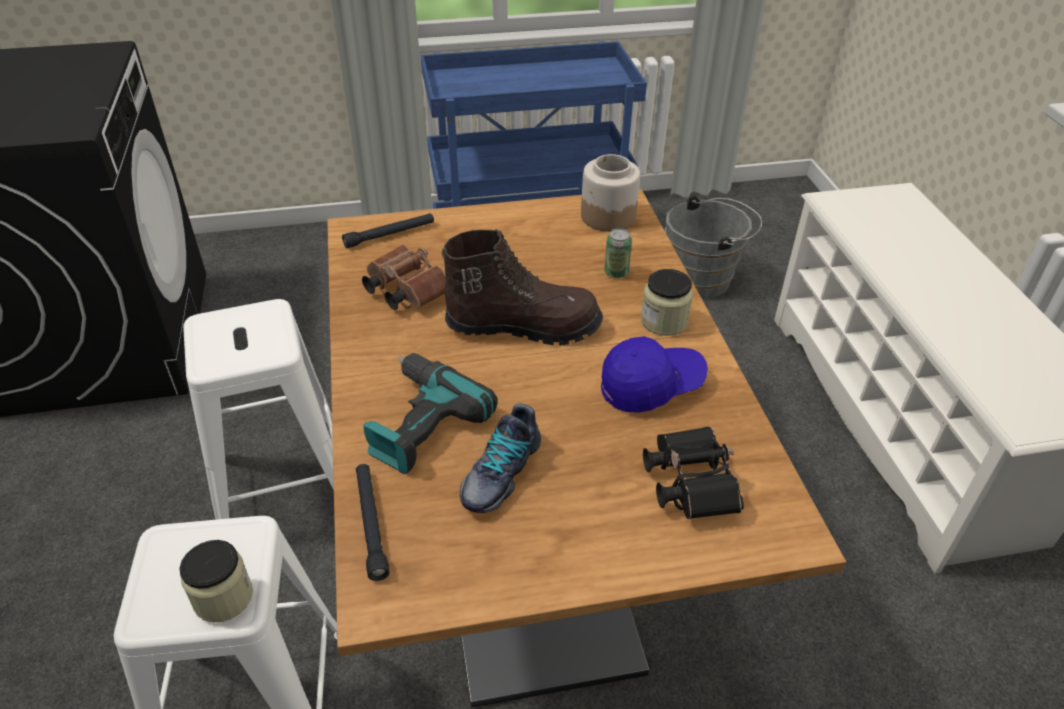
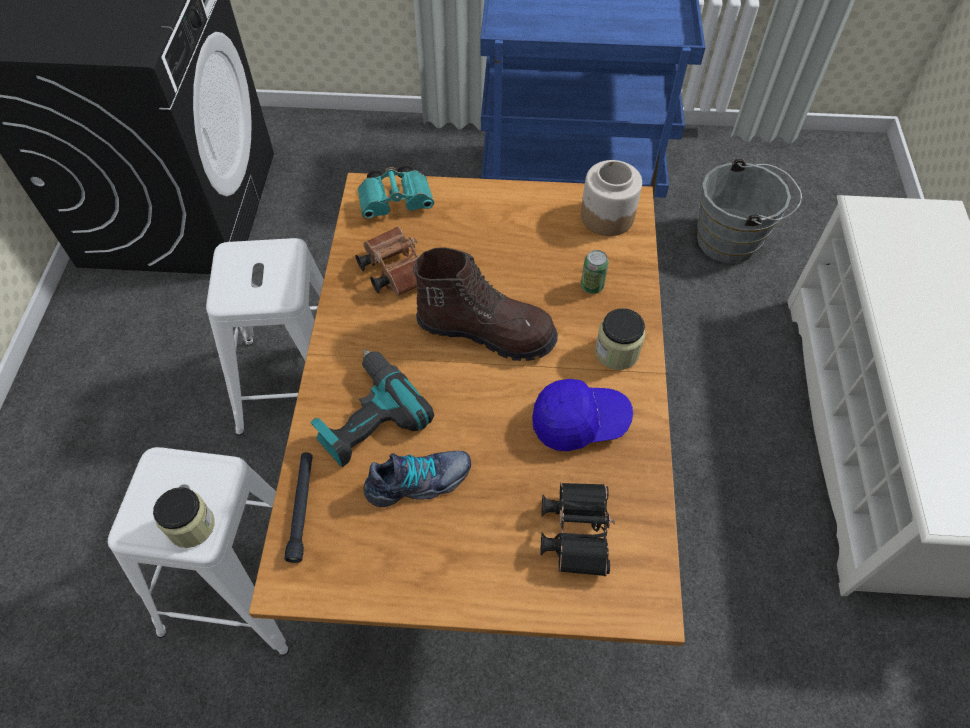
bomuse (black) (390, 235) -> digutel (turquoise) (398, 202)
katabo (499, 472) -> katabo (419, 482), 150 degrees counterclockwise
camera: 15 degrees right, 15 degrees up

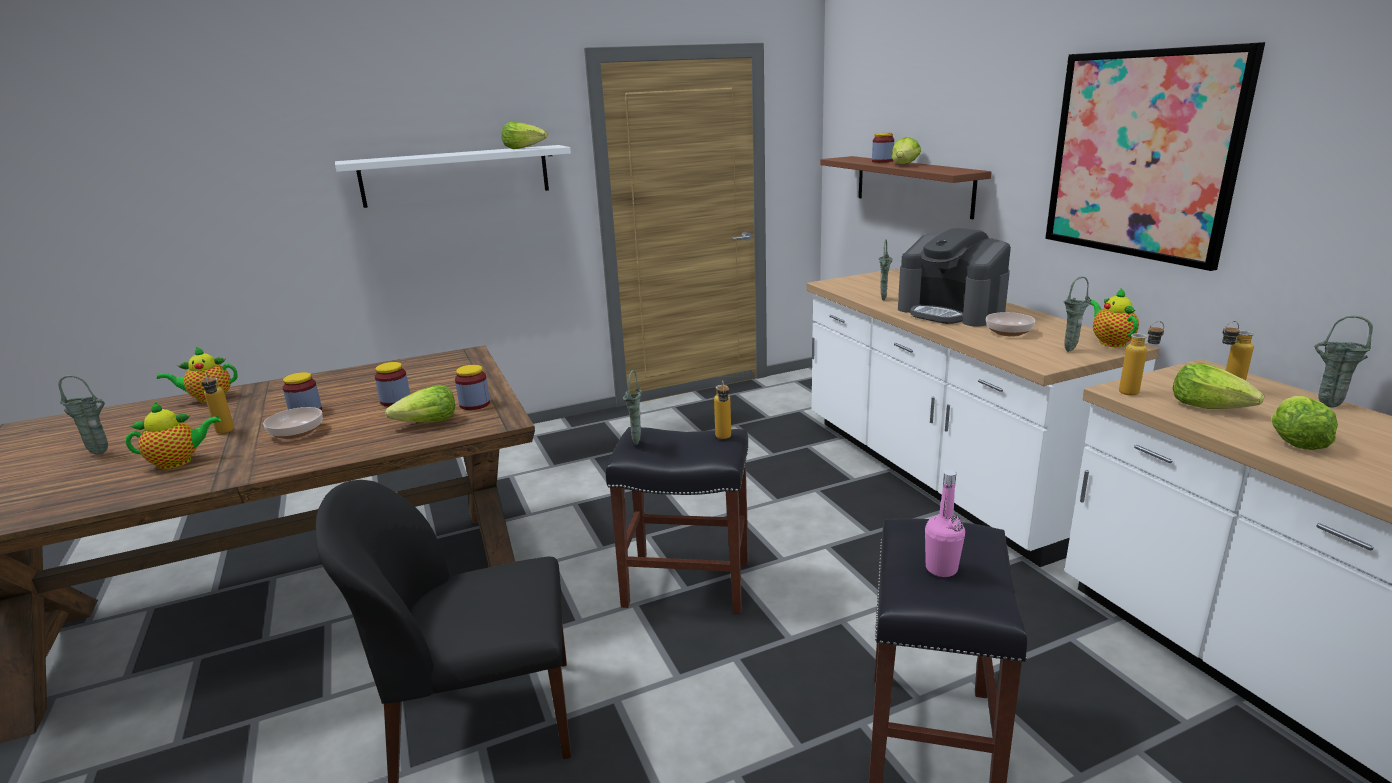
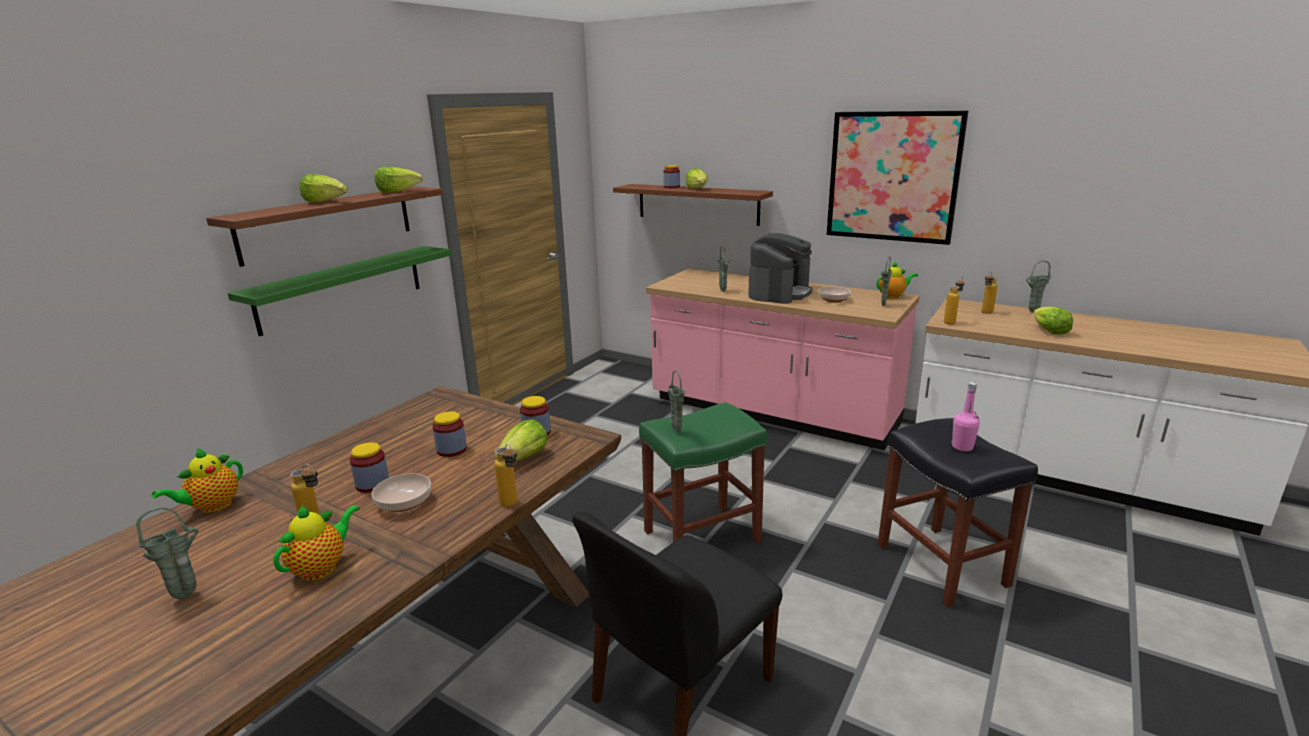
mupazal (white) (456, 175) -> mupazal (brown) (328, 223)
none -> mupazal (green) (342, 288)
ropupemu (1209, 407) -> ropupemu (326, 202), relocated
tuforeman (724, 439) -> tuforeman (512, 506), relocated
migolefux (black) (689, 583) -> migolefux (green) (702, 535)
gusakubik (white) (939, 475) -> gusakubik (pink) (772, 412)
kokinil (951, 312) -> kokinil (779, 292), 75 degrees counterclockwise
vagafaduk (1110, 342) -> vagafaduk (893, 296), 120 degrees clockwise
camera: 35 degrees left, 0 degrees up

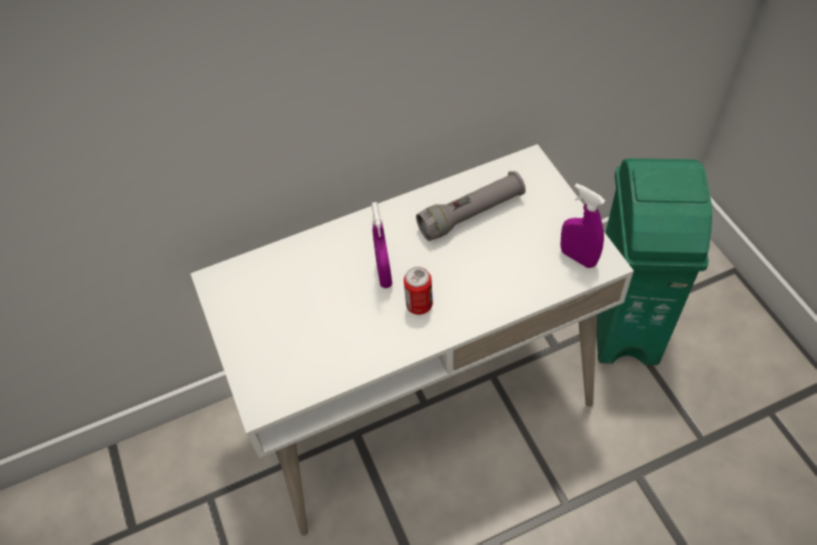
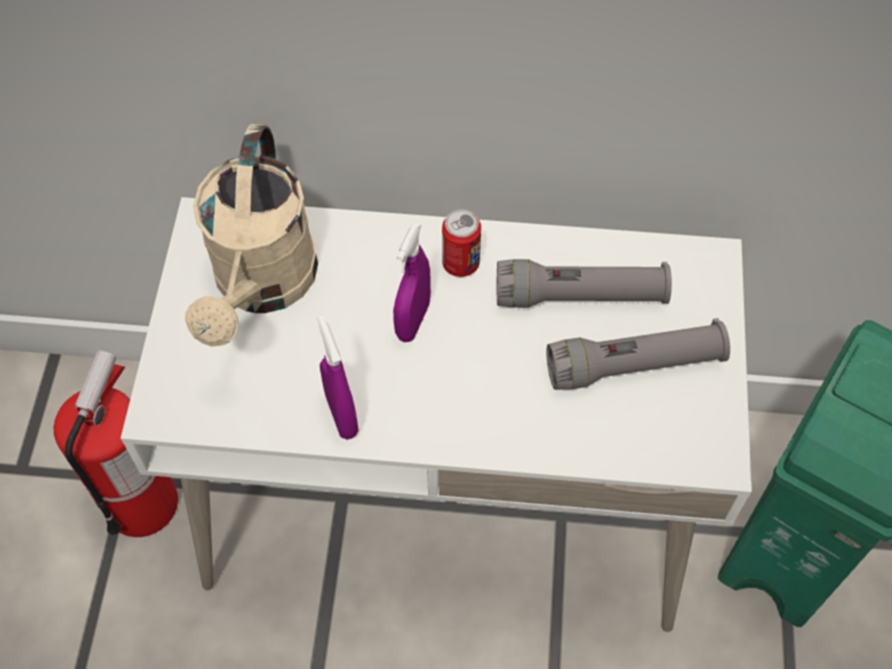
none -> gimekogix (142, 502)
none -> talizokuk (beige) (262, 287)
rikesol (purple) (577, 257) -> rikesol (purple) (342, 415), relocated
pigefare (419, 305) -> pigefare (460, 263), relocated
none -> bomuse (grey) (634, 365)
camera: 25 degrees right, 5 degrees up

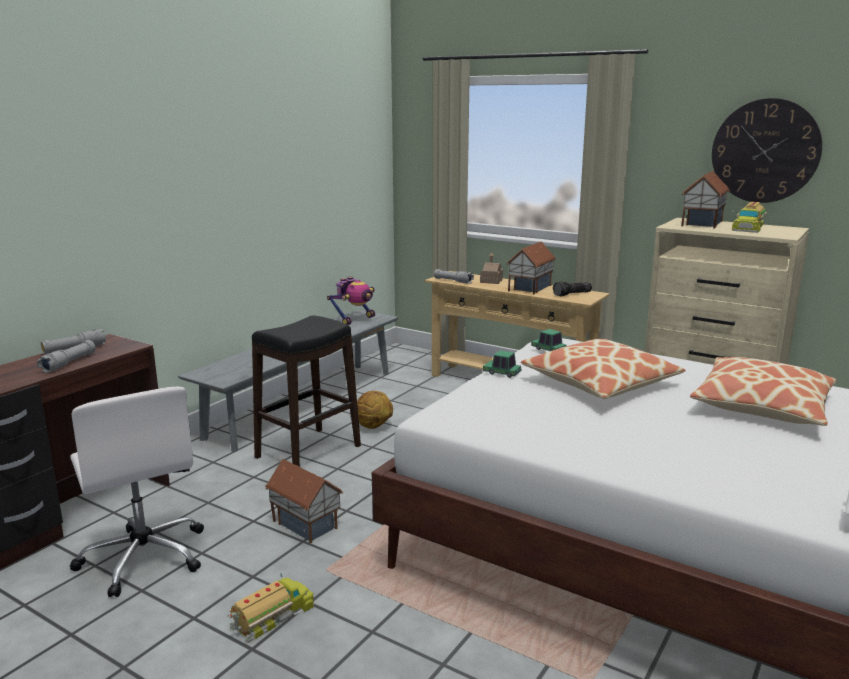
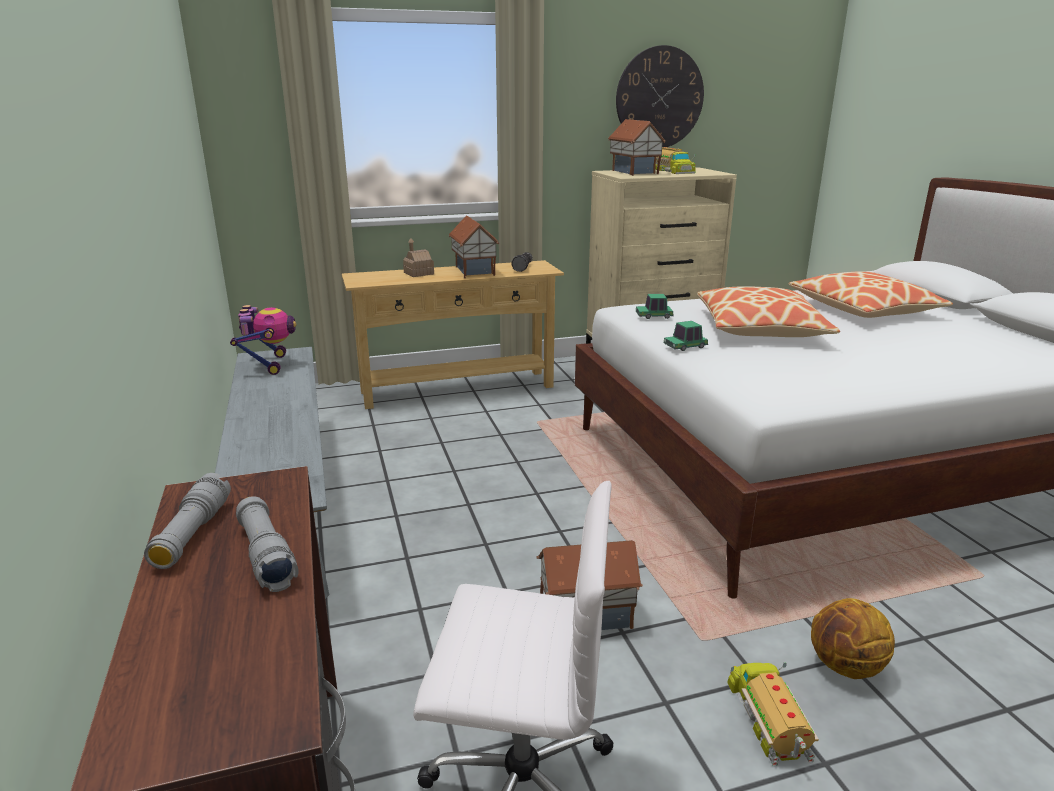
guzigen (373, 427) -> guzigen (845, 667), relocated
migolefux (black) (308, 451) -> none
bomuse (grey) (453, 281) -> none
camera: 50 degrees left, 5 degrees up

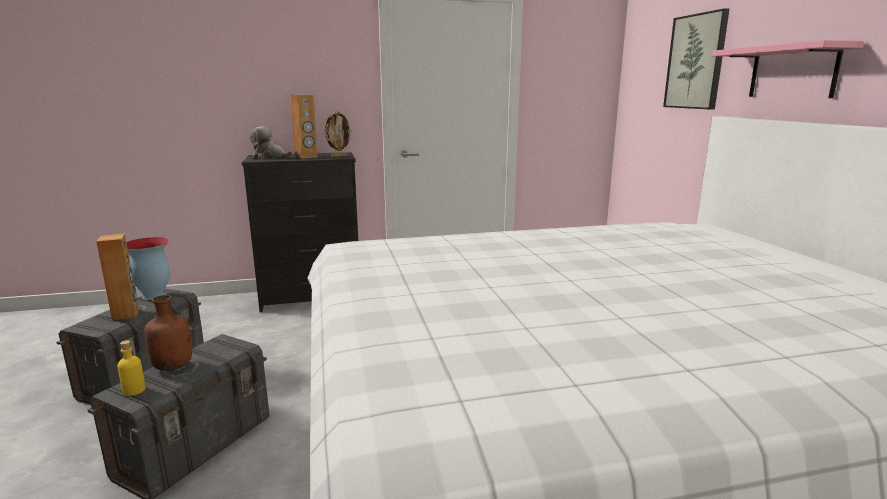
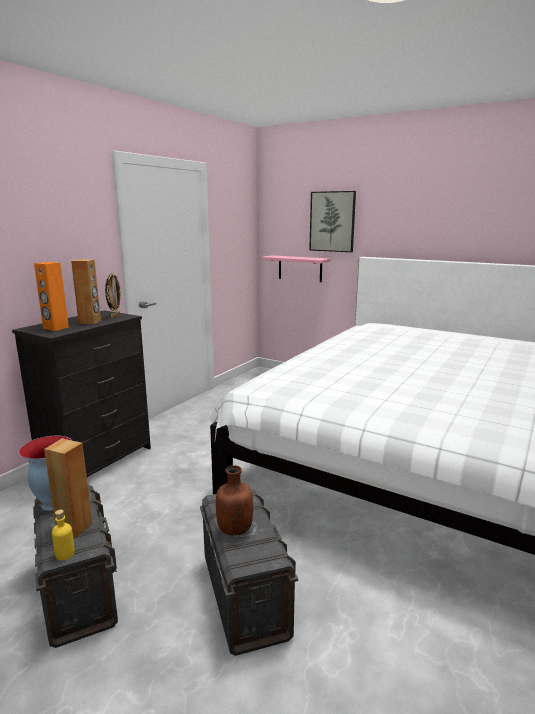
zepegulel (270, 157) -> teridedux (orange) (55, 328)
tuforeman (yellow) (134, 390) -> tuforeman (yellow) (65, 554), relocated
mupazal (pink) (792, 72) -> mupazal (pink) (300, 268), relocated
camera: 45 degrees left, 0 degrees up

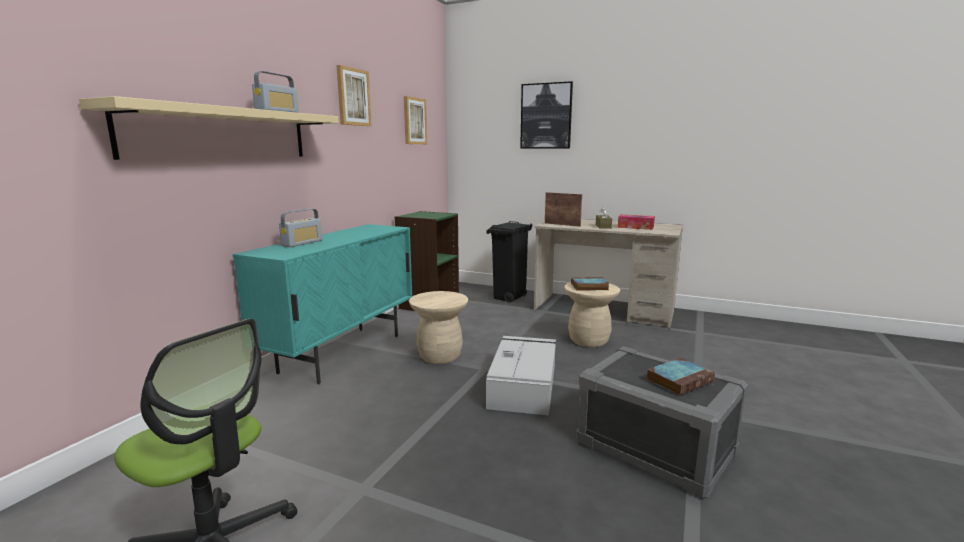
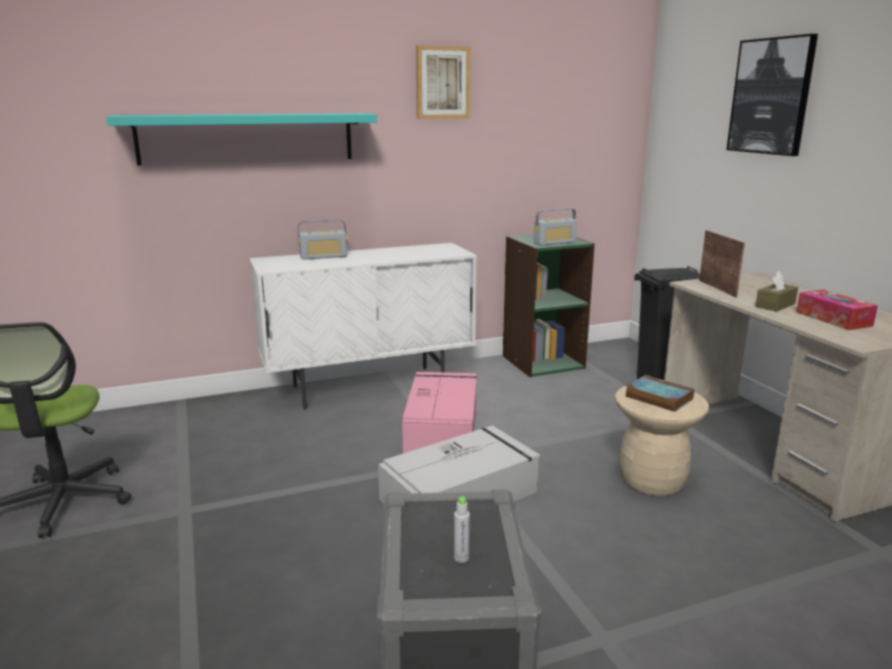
mupazal (beige) (222, 134) -> mupazal (turquoise) (247, 138)
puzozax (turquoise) (342, 353) -> puzozax (white) (369, 387)
migolefux (beige) (440, 356) -> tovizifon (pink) (442, 426)
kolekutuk (680, 380) -> tuforeman (grey) (461, 558)
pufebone (277, 112) -> pufebone (554, 243), relocated
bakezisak (414, 121) -> none
camera: 45 degrees right, 5 degrees up

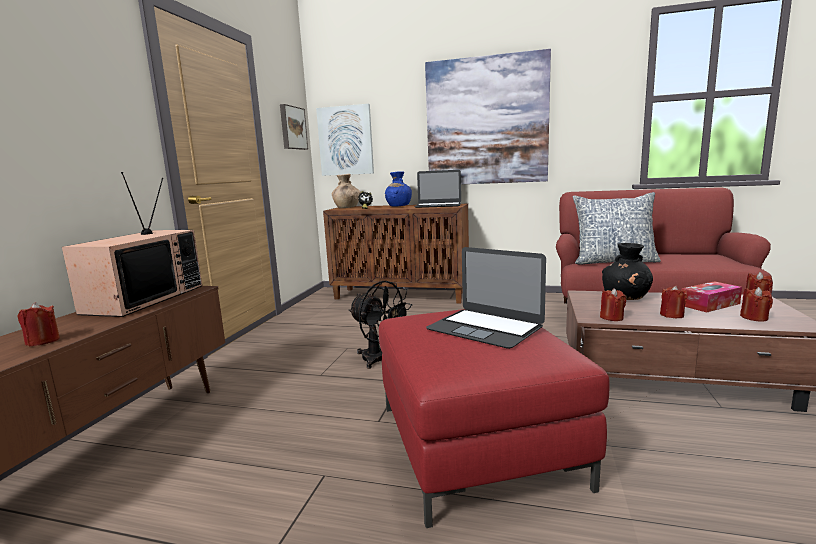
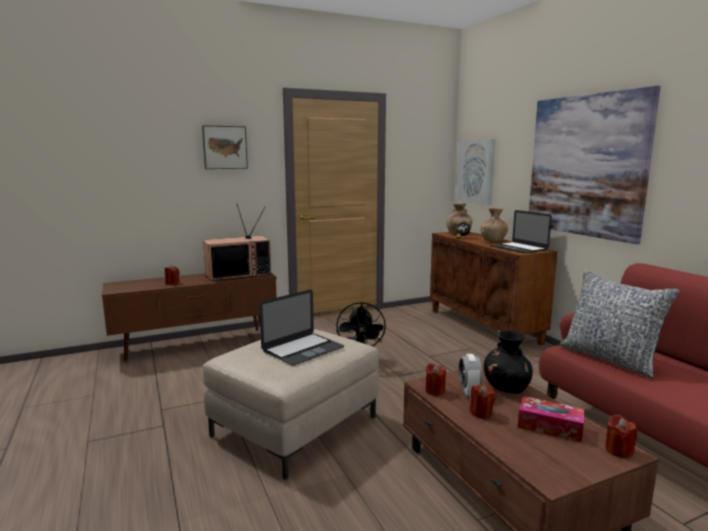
bakezisak (292, 128) -> bakezisak (224, 147), relocated
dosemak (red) (475, 443) -> dosemak (beige) (295, 426)
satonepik (485, 328) -> satonepik (303, 349), 135 degrees counterclockwise
none -> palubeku (469, 392)
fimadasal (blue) (398, 206) -> fimadasal (brown) (493, 240)
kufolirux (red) (754, 318) -> none
camera: 50 degrees right, 0 degrees up

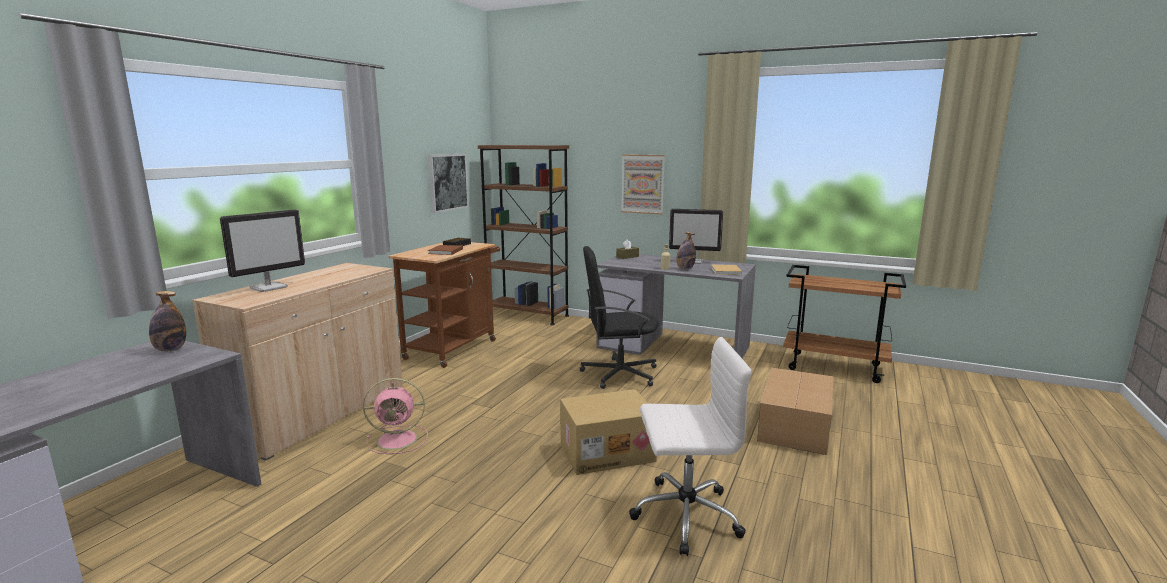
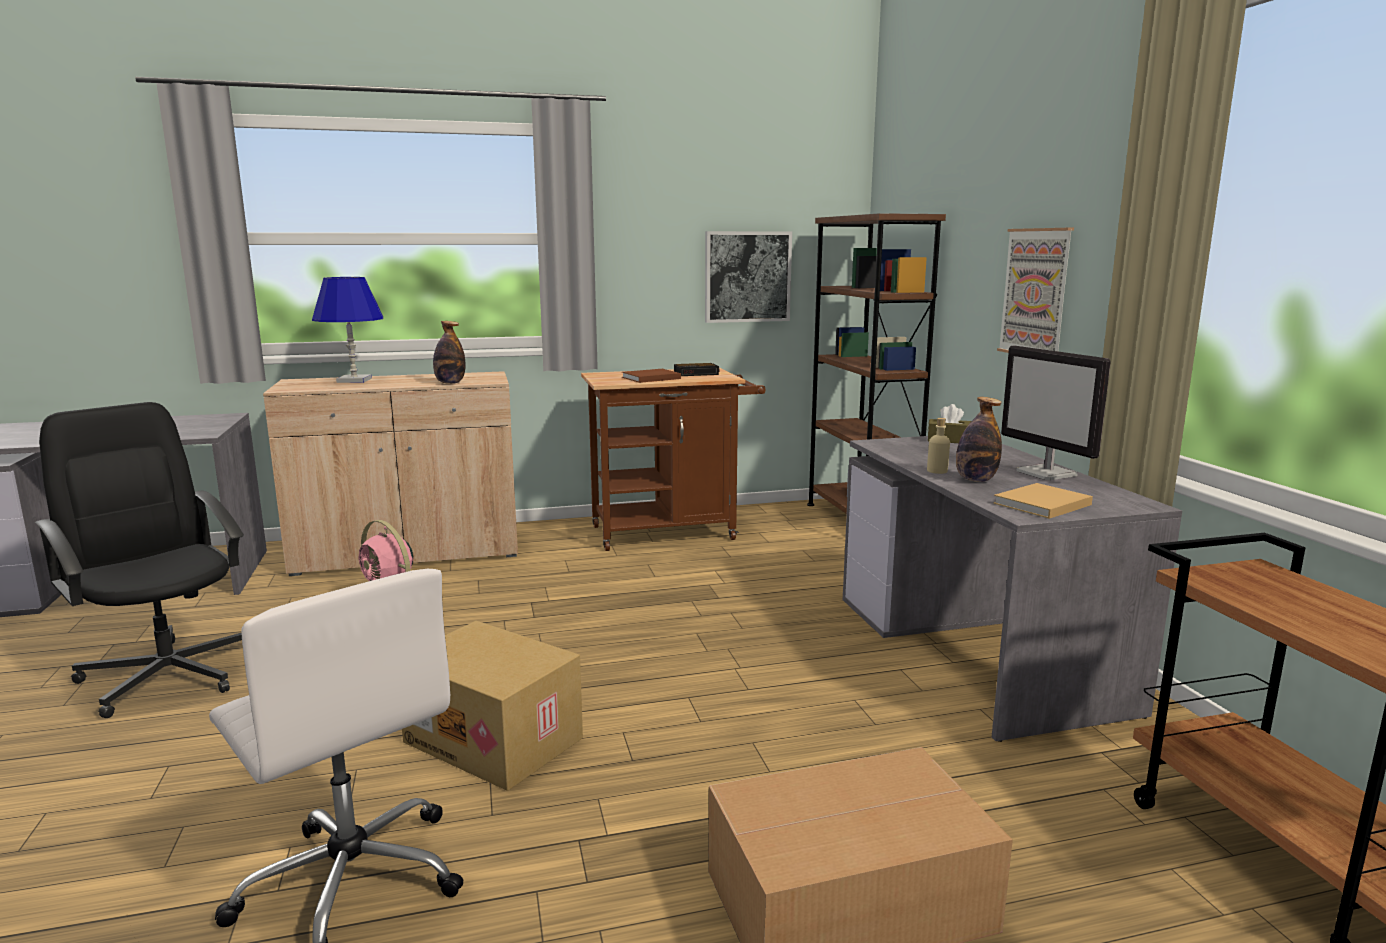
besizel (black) (618, 374) -> besizel (black) (169, 673), relocated
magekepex (269, 287) -> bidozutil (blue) (354, 380)
tuforeman (170, 349) -> tuforeman (450, 383), relocated
camera: 50 degrees right, 0 degrees up

